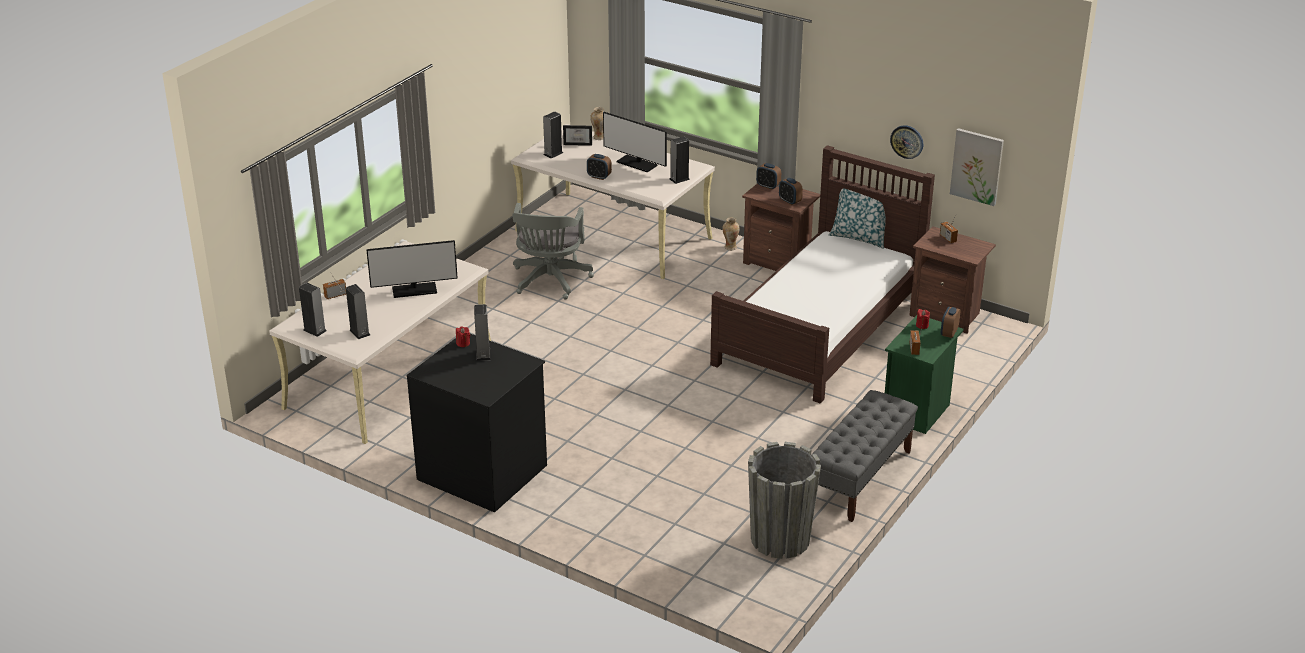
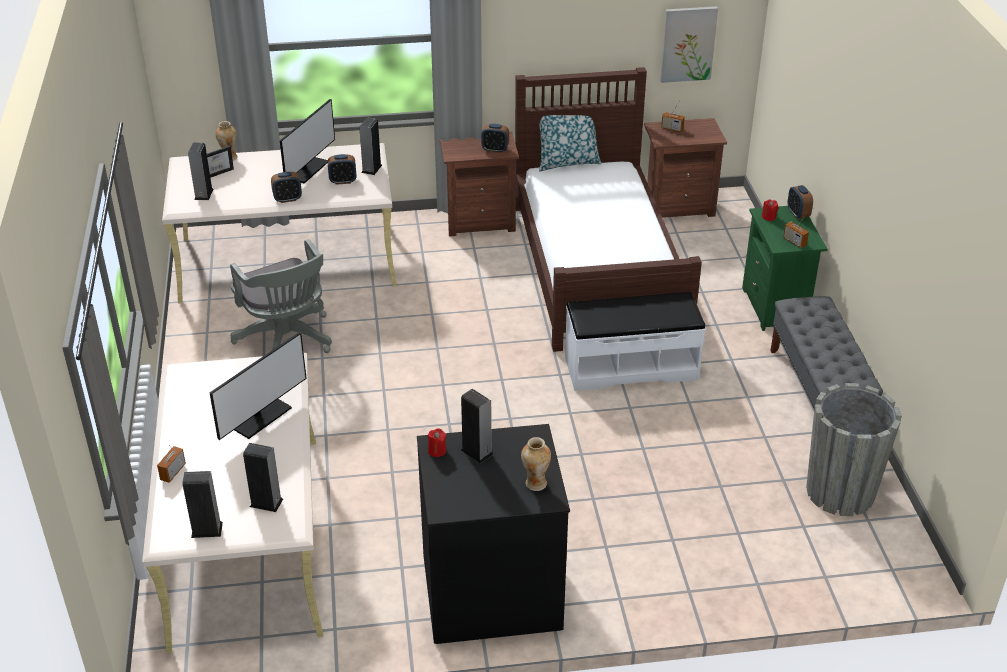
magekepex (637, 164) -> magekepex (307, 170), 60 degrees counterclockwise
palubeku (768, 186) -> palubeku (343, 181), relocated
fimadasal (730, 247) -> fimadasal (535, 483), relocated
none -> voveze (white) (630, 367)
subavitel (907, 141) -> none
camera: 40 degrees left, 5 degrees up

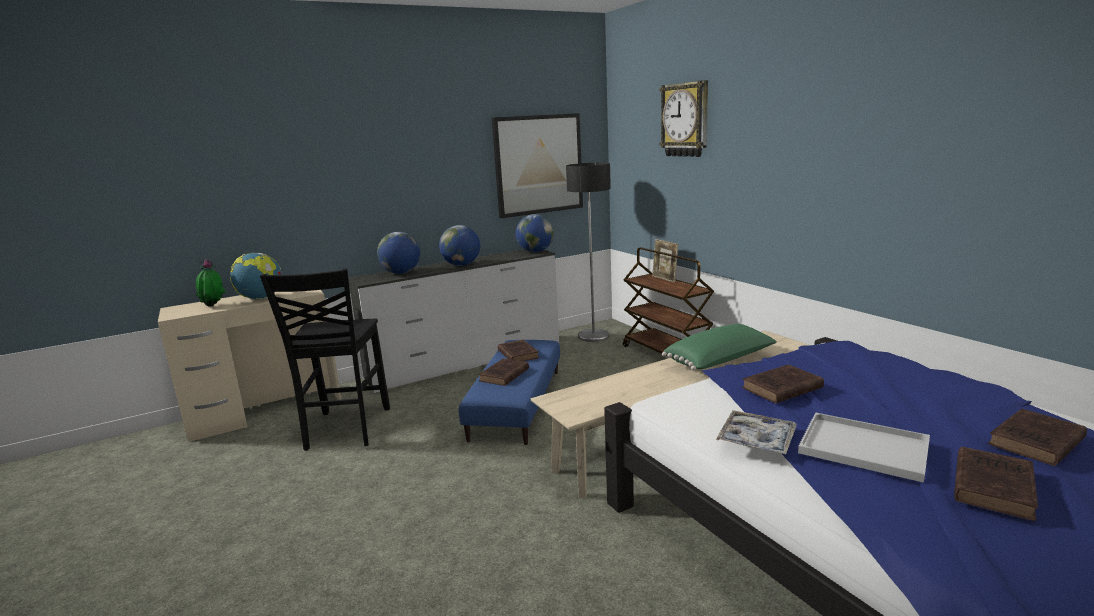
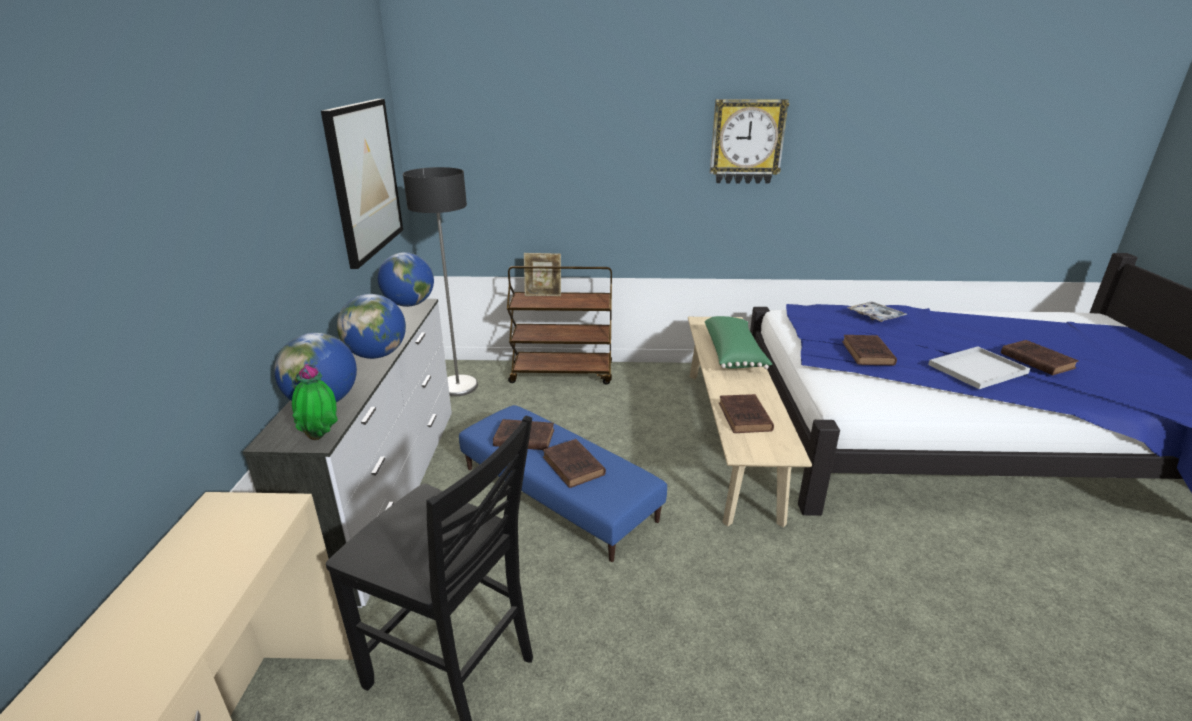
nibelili (213, 306) -> nibelili (322, 436), relocated
subavitel (685, 120) -> subavitel (746, 141), relocated
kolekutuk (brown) (1035, 442) -> kolekutuk (brown) (745, 418), relocated
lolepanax (756, 440) -> lolepanax (875, 316), relocated
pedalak (261, 299) -> none
camera: 60 degrees left, 10 degrees up

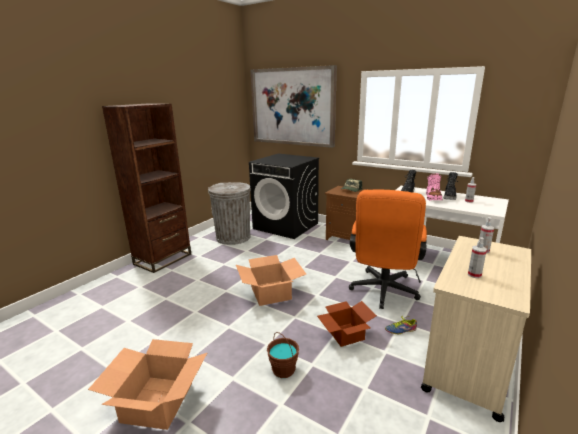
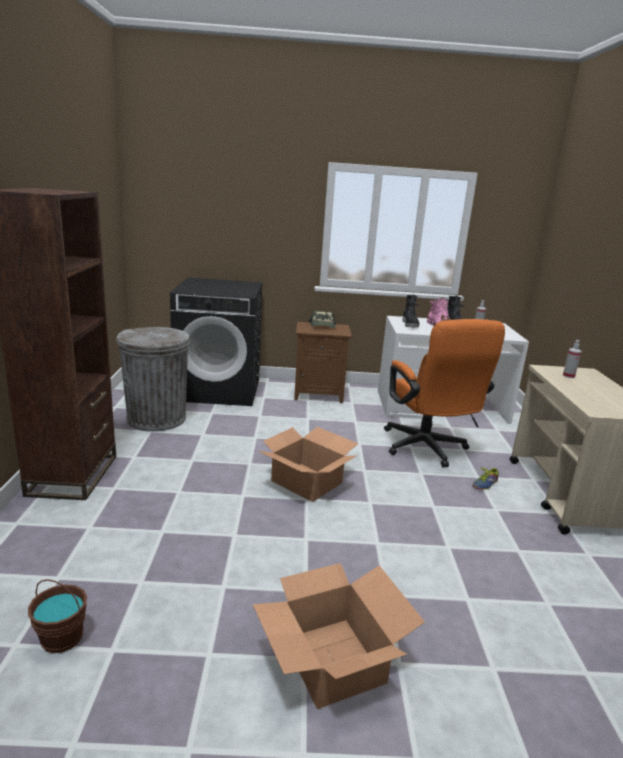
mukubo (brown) (284, 369) -> mukubo (brown) (62, 637), relocated
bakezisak (292, 106) -> none
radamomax (344, 334) -> none
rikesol (474, 275) -> none
camera: 35 degrees left, 0 degrees up

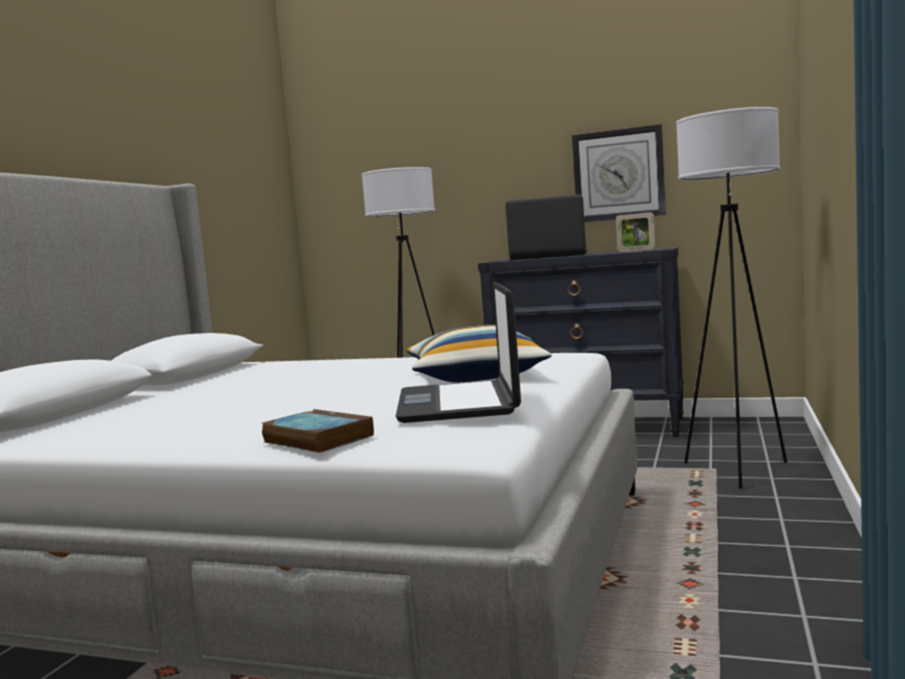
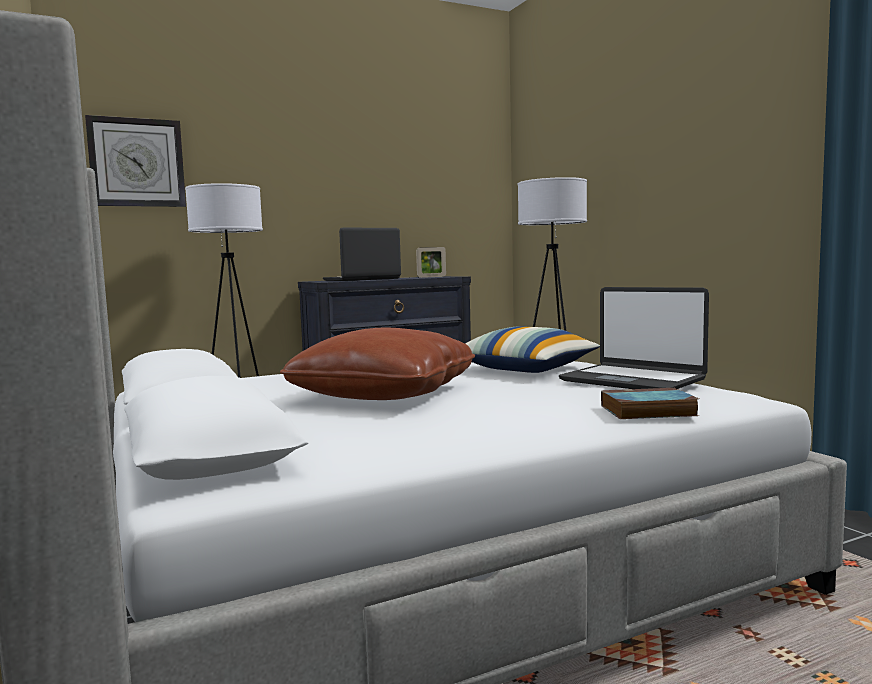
subavitel (618, 175) -> subavitel (137, 163), relocated
none -> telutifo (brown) (384, 394)
camera: 45 degrees left, 0 degrees up

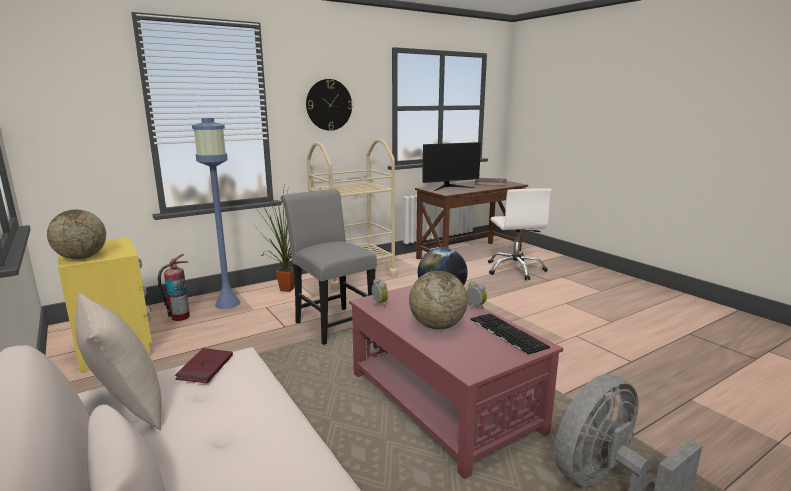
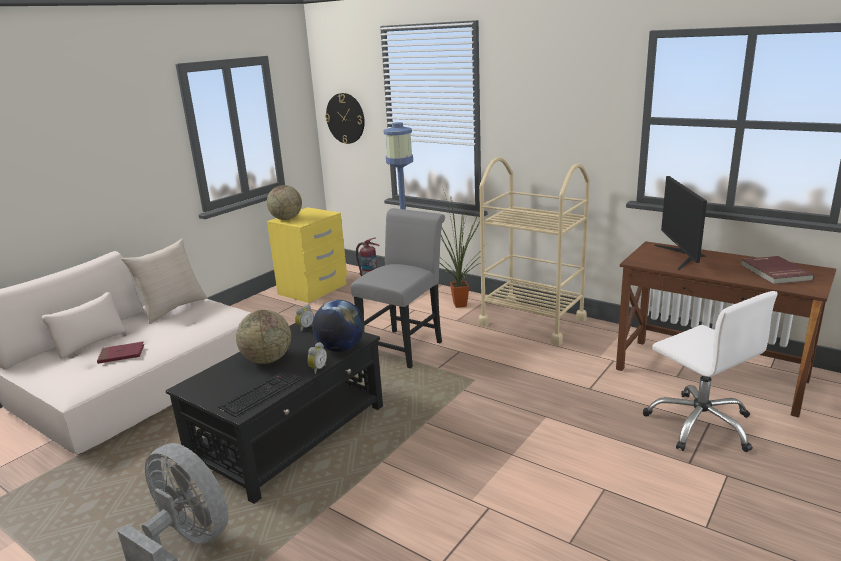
kolekutuk (red) (205, 368) -> kolekutuk (red) (121, 355), relocated
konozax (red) (442, 400) -> konozax (black) (291, 434)
subavitel (329, 105) -> subavitel (345, 118), relocated
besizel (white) (515, 269) -> besizel (white) (700, 424), 90 degrees counterclockwise
magekepex (449, 187) -> magekepex (682, 256), 45 degrees clockwise
camera: 70 degrees right, 5 degrees up

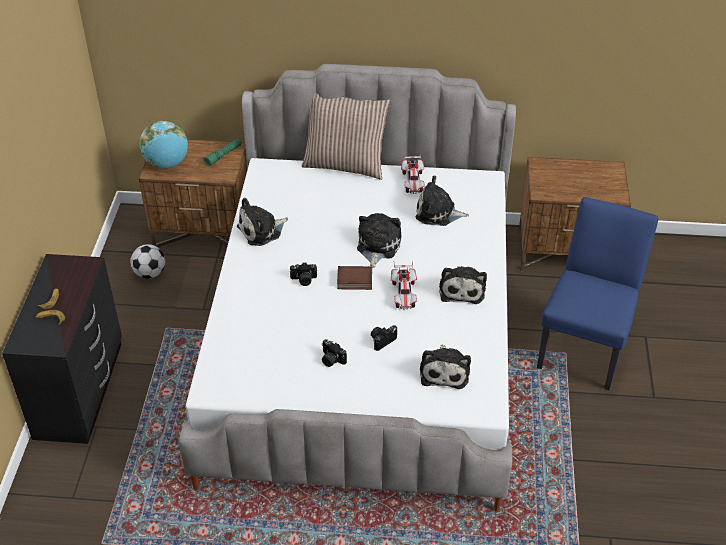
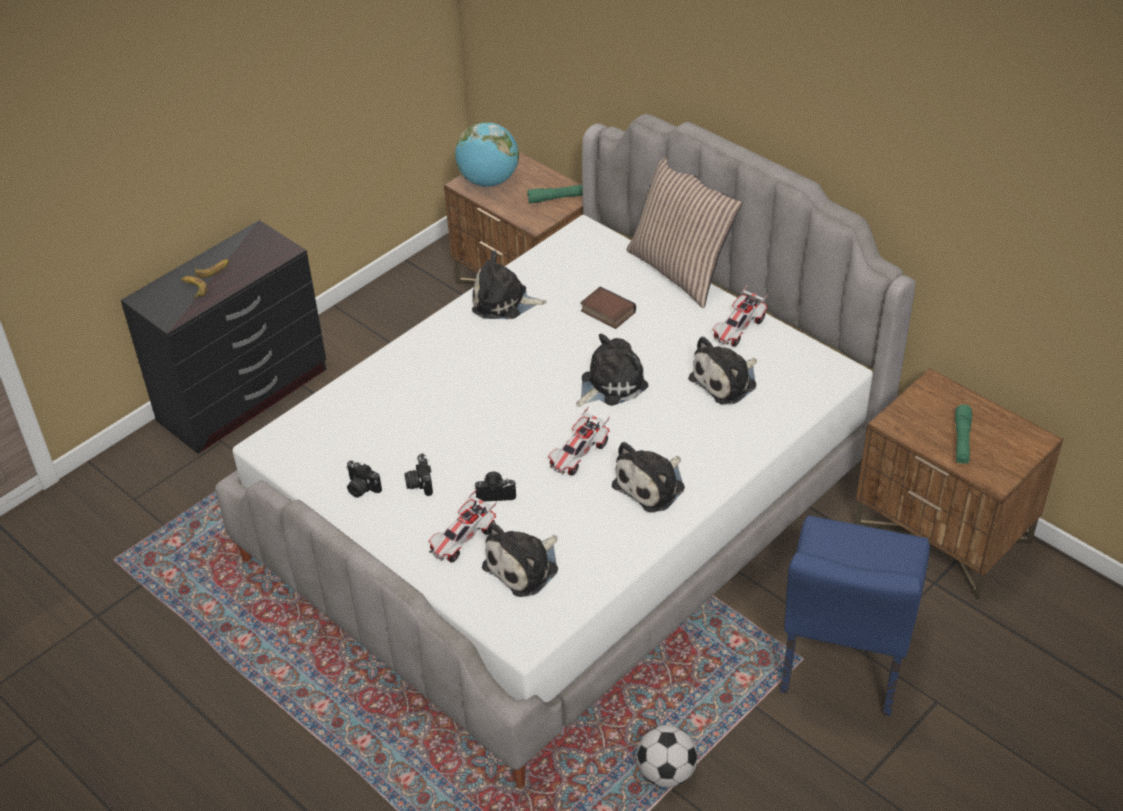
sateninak (303, 280) -> sateninak (361, 488), relocated
none -> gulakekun (463, 539)
kolekutuk (354, 281) -> kolekutuk (606, 312), relocated
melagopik (150, 273) -> melagopik (666, 773), relocated
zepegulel (438, 213) -> zepegulel (726, 381), 90 degrees counterclockwise
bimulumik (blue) (585, 345) -> bimulumik (blue) (841, 664), 135 degrees clockwise
none -> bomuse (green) (961, 440)
camera: 40 degrees right, 0 degrees up

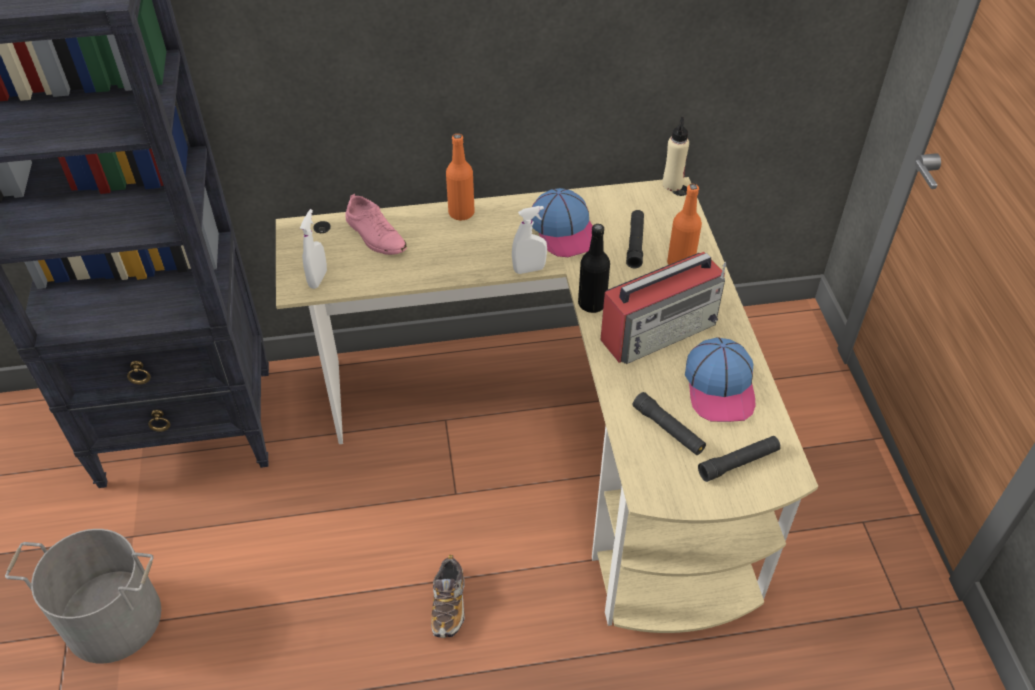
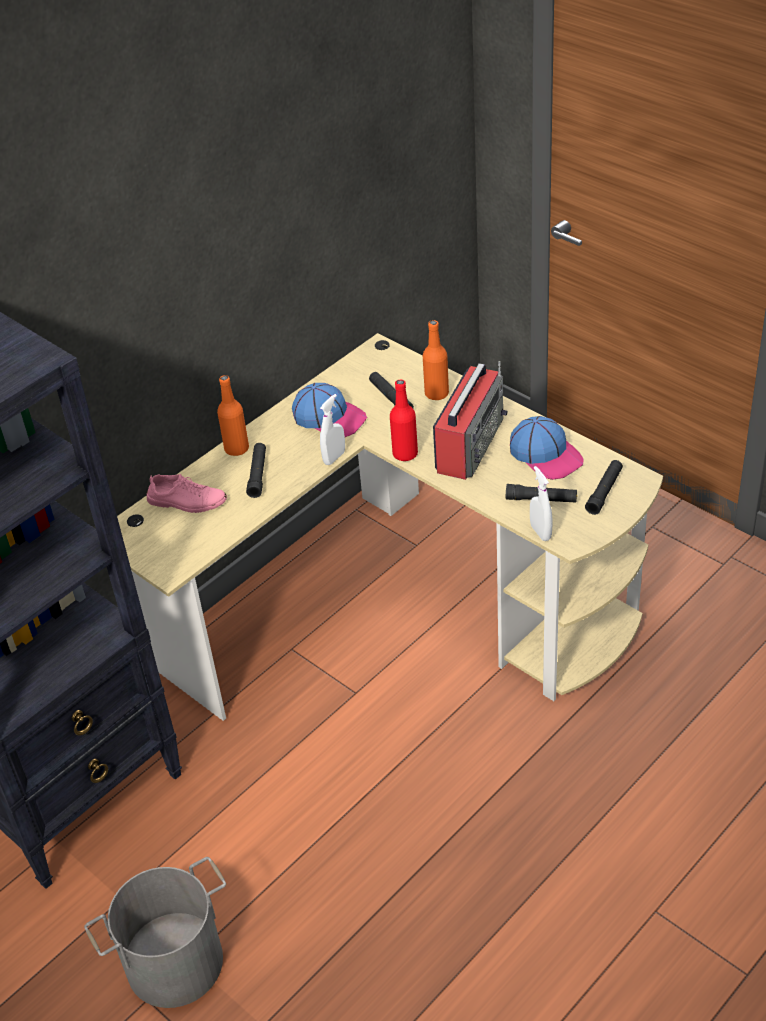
none -> bomuse (black) (257, 474)
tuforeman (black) (592, 304) -> tuforeman (red) (405, 454)
rikesol (white) (318, 279) -> rikesol (white) (540, 532), relocated
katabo (449, 604) -> none
tuforeman (beige) (672, 184) -> none
camera: 35 degrees left, 5 degrees down

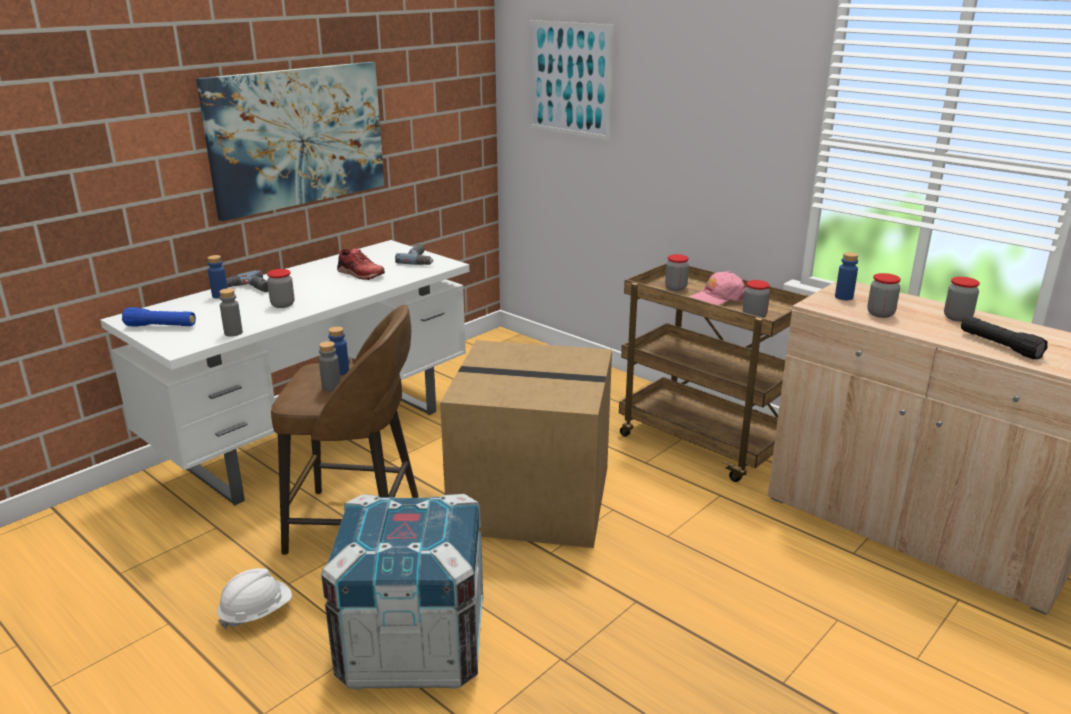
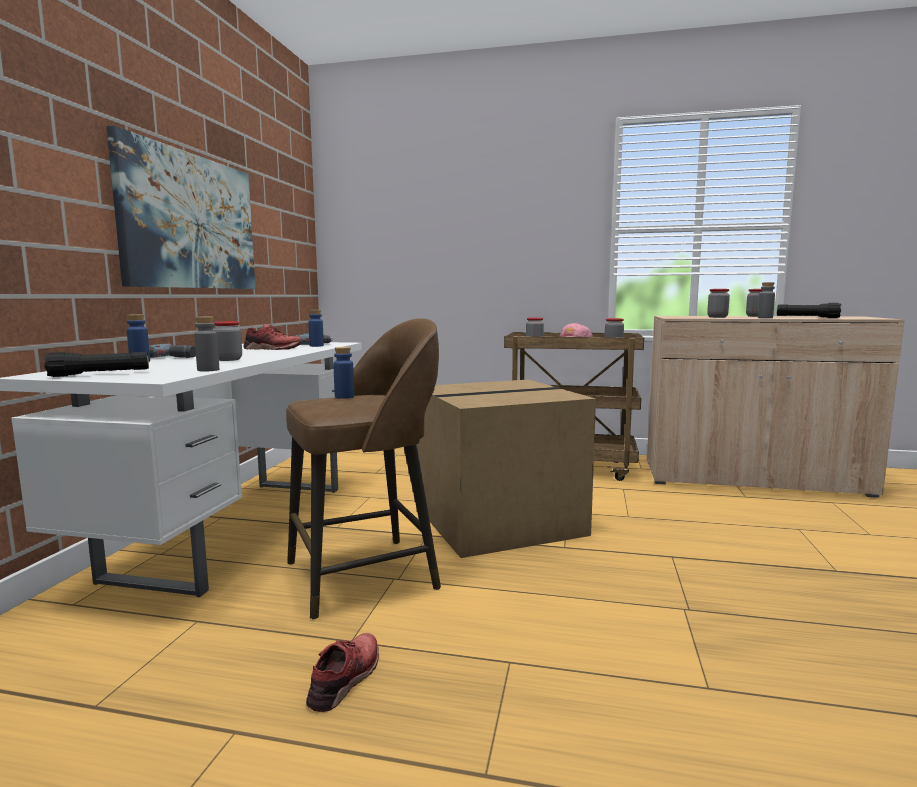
bomuse (blue) (161, 326) -> bomuse (black) (100, 374)
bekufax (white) (256, 613) -> katabo (red) (346, 679)
tuforeman (blue) (843, 297) -> tuforeman (blue) (316, 346), relocated
tuforeman (grey) (331, 387) -> tuforeman (grey) (765, 318), relocated
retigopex (413, 645) -> none
bakezisak (569, 79) -> none
camera: 30 degrees left, 15 degrees down

